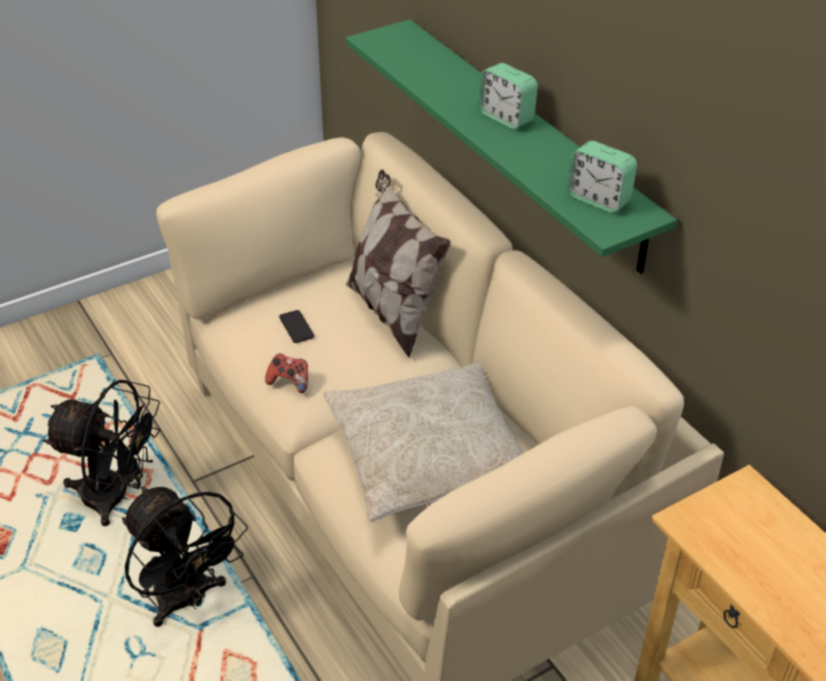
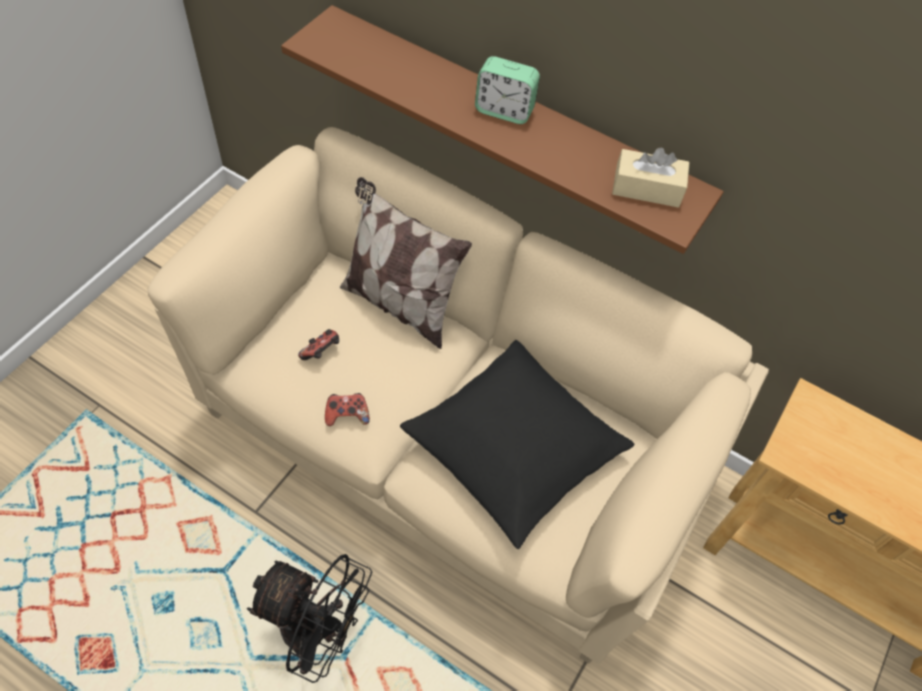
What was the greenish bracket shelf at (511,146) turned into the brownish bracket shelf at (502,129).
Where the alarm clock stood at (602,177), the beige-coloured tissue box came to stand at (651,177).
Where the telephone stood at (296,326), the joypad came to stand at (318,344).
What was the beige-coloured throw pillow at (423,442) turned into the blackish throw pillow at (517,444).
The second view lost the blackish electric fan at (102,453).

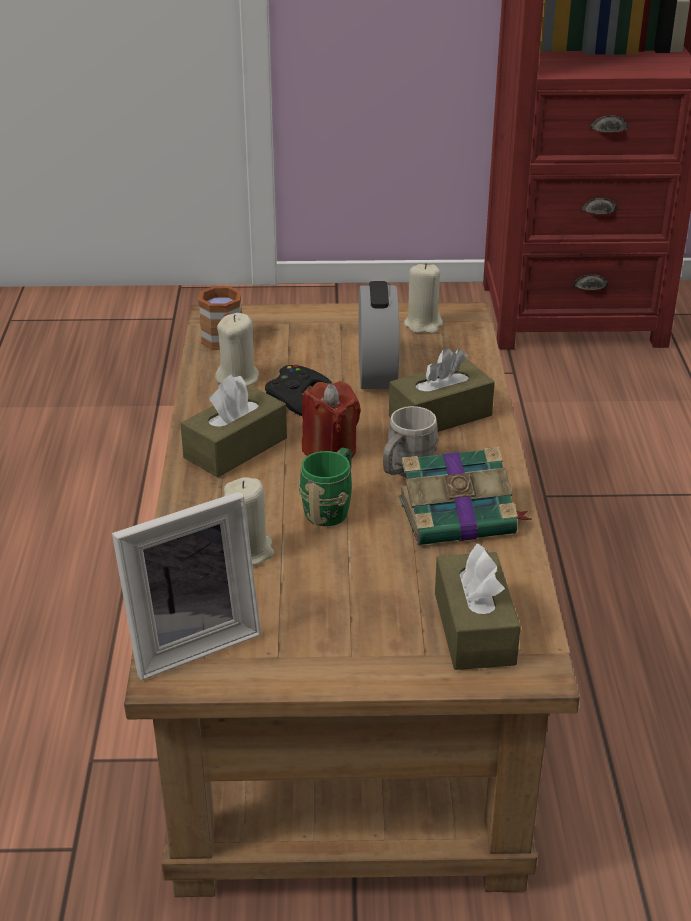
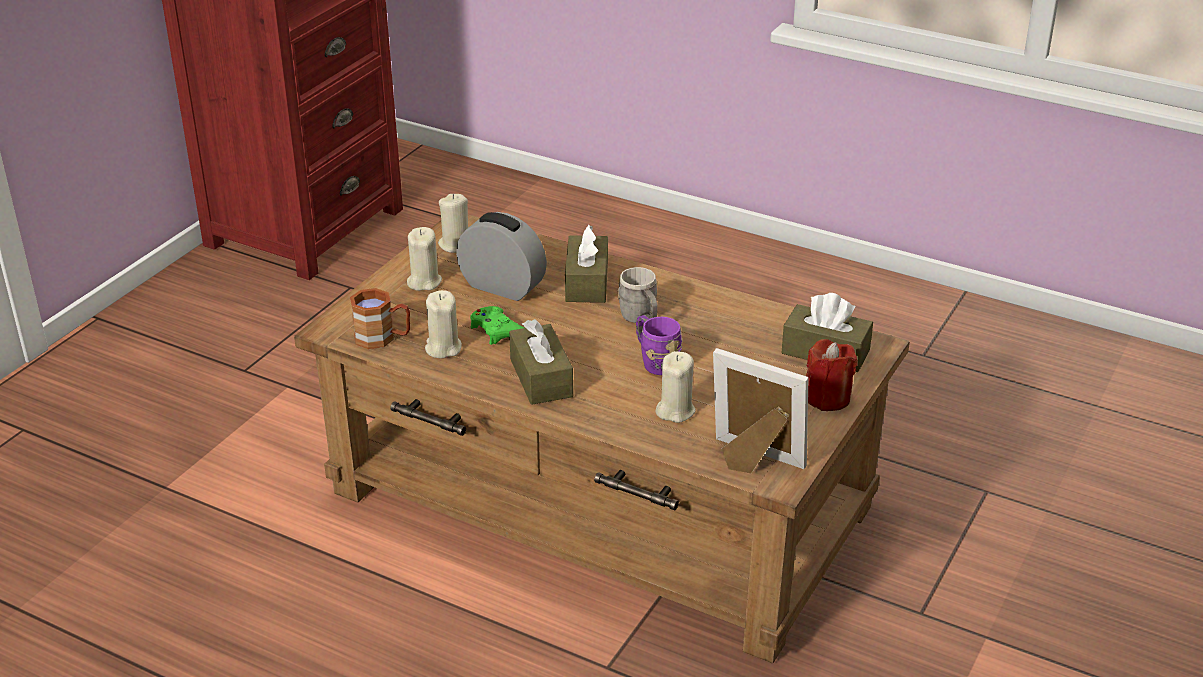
What was the blackish joypad at (298,390) turned into the greenish joypad at (497,325).
The reddish candle ended up elsewhere, having gone from (331,419) to (832,375).
The second view lost the bound book at (465,496).
What was the greenish tea mug at (325,487) turned into the purple tea mug at (659,345).
The picture frame at (186,585) ended up facing another way, 60 degrees counterclockwise from before.
The second view gained the beige-coloured candle at (424,259).

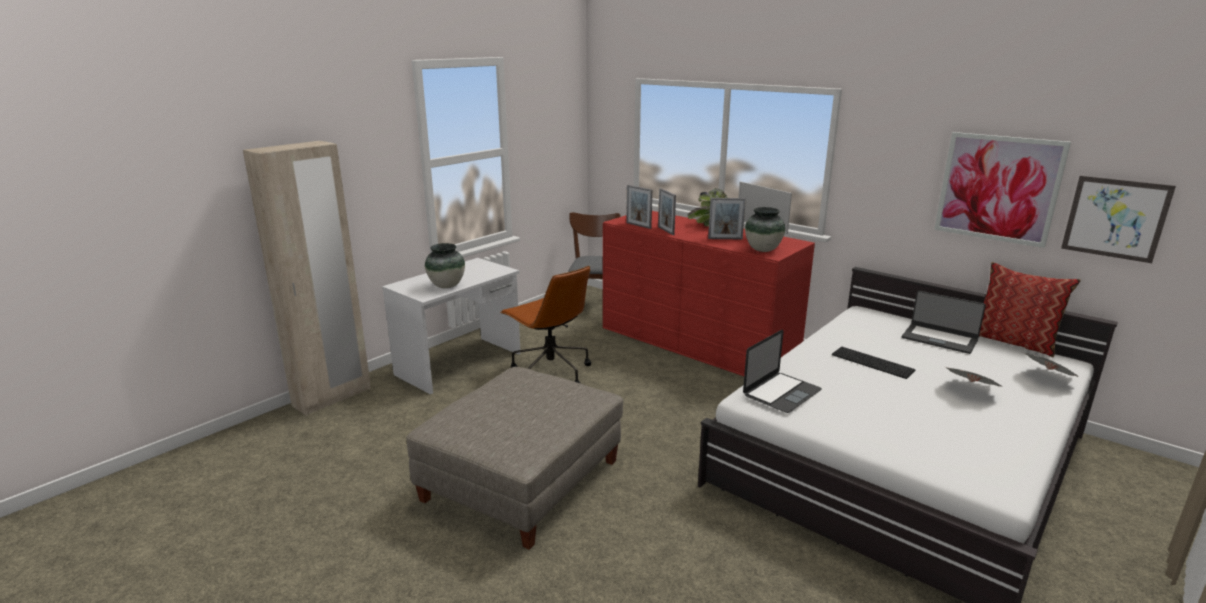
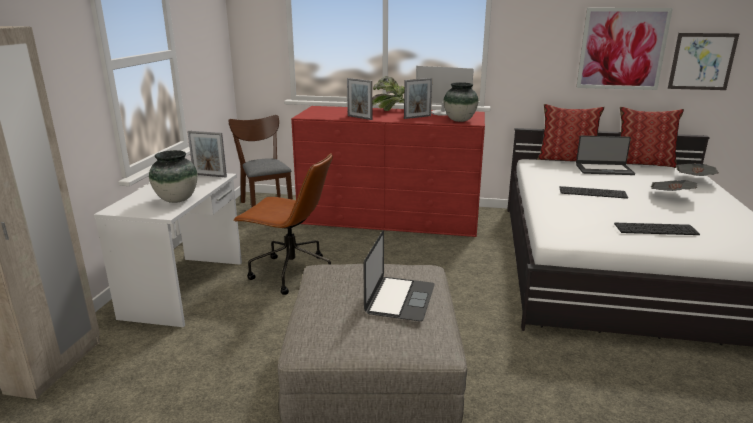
The picture frame ended up elsewhere, having gone from (639,207) to (207,154).
The laptop ended up elsewhere, having gone from (782,371) to (399,275).
The second view gained the throw pillow at (570,132).
The second view gained the PC keyboard at (657,229).

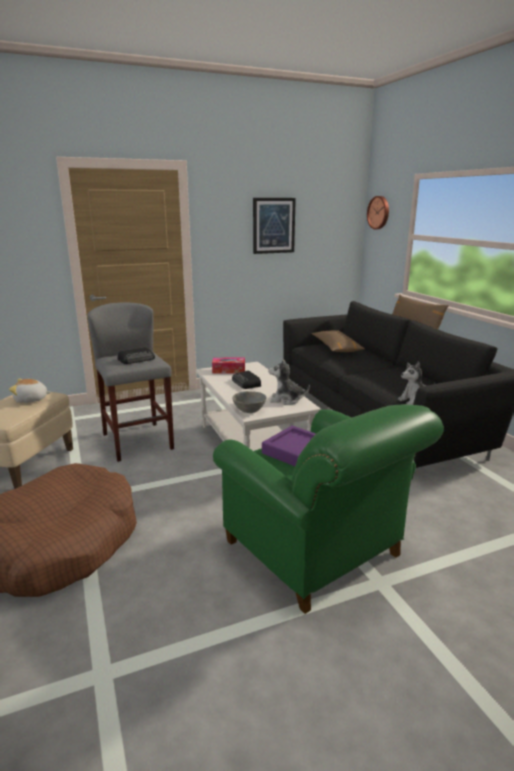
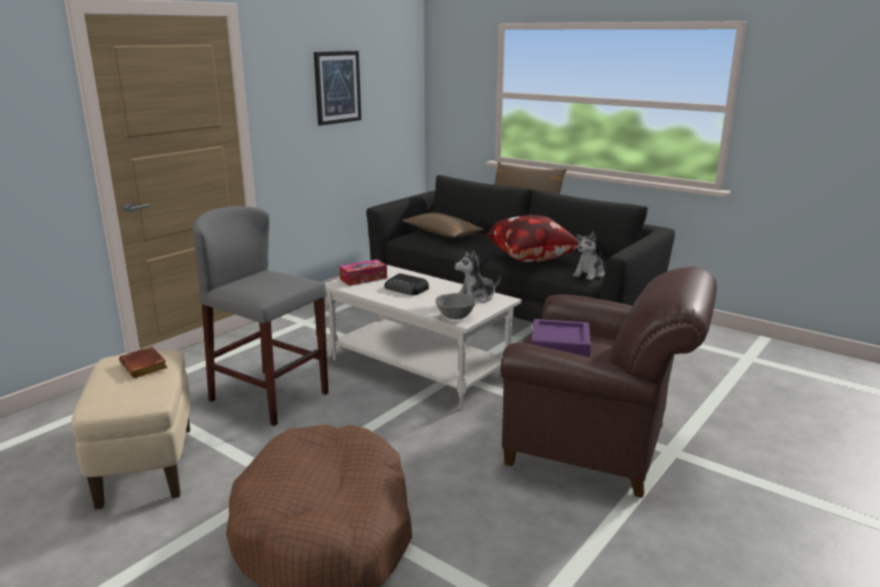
The second view lost the hanging clock at (378,212).
The second view lost the radio receiver at (136,355).
Where the cuddly toy stood at (30,391), the brownish bound book came to stand at (143,362).
What was the greenish lounge chair at (328,509) turned into the brownish lounge chair at (608,382).
The second view gained the throw pillow at (532,238).

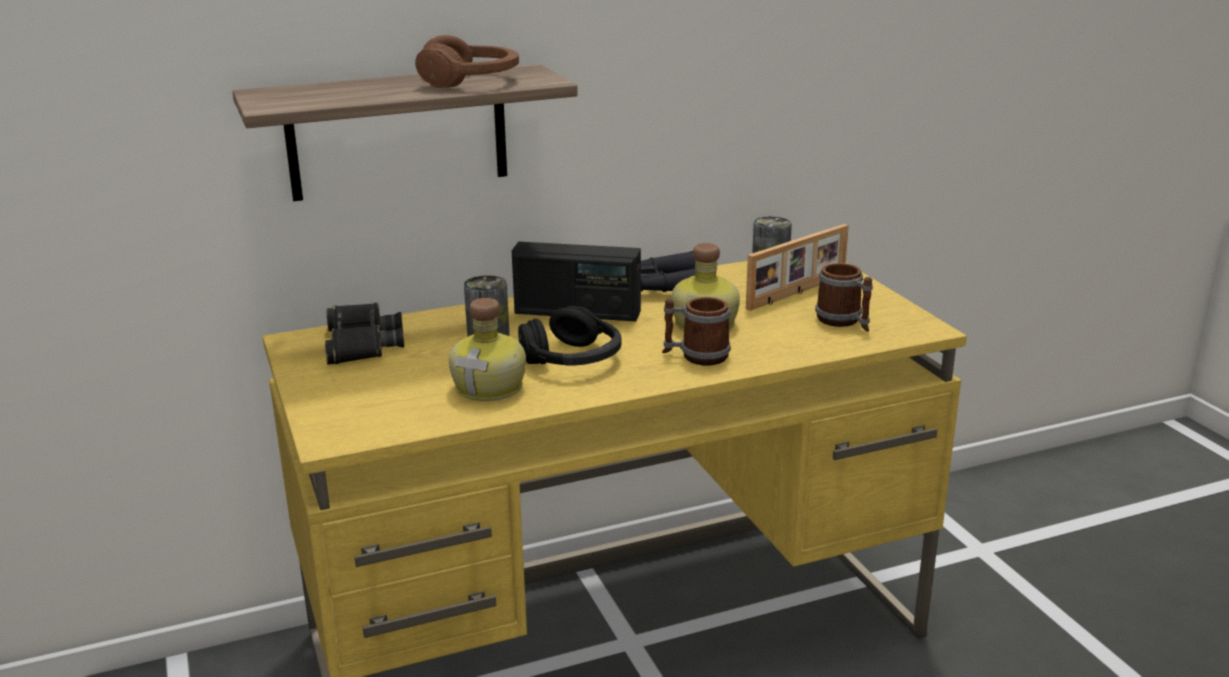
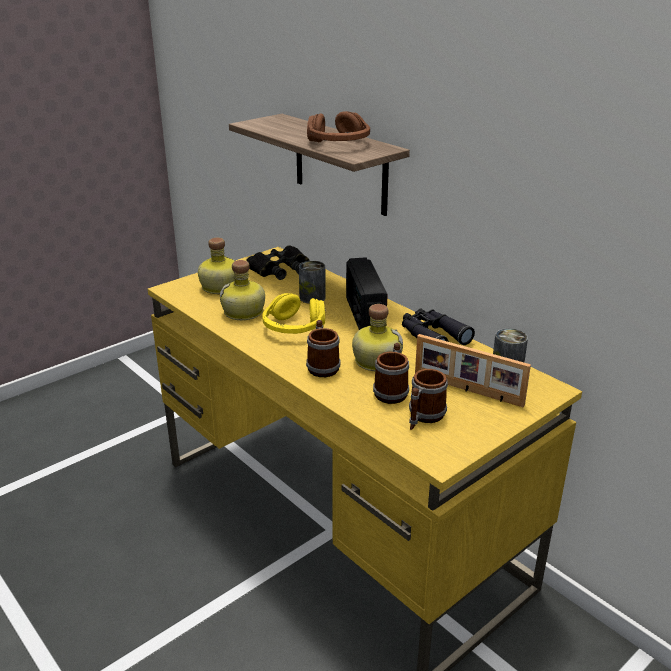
What was the blackish pair of headphones at (570,336) turned into the yellow pair of headphones at (293,313).
The second view gained the bottle at (216,266).
The second view gained the tea mug at (391,373).

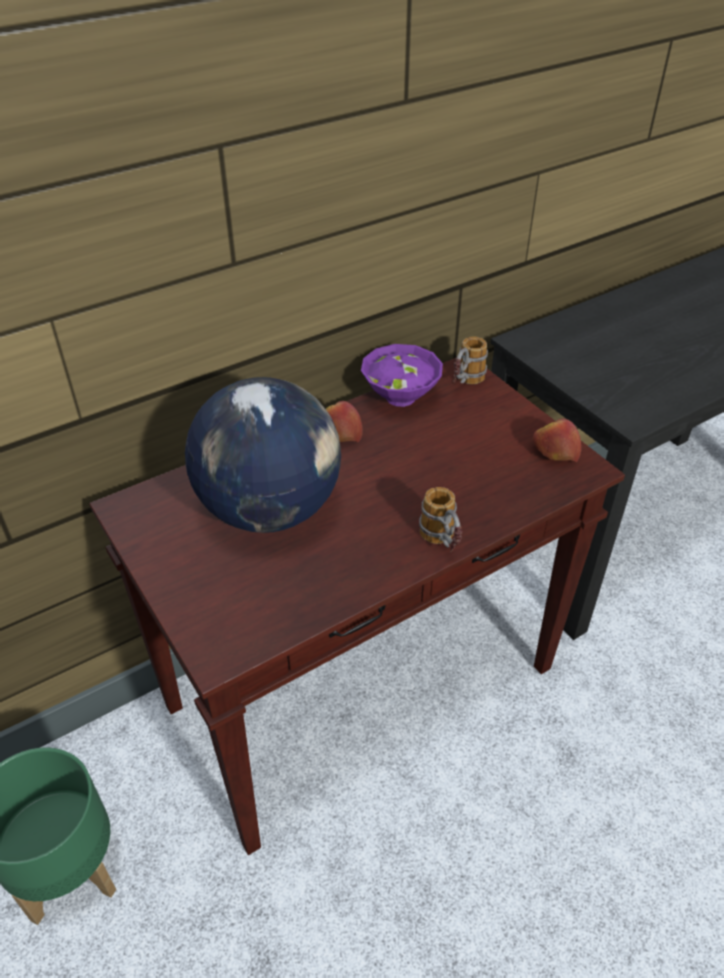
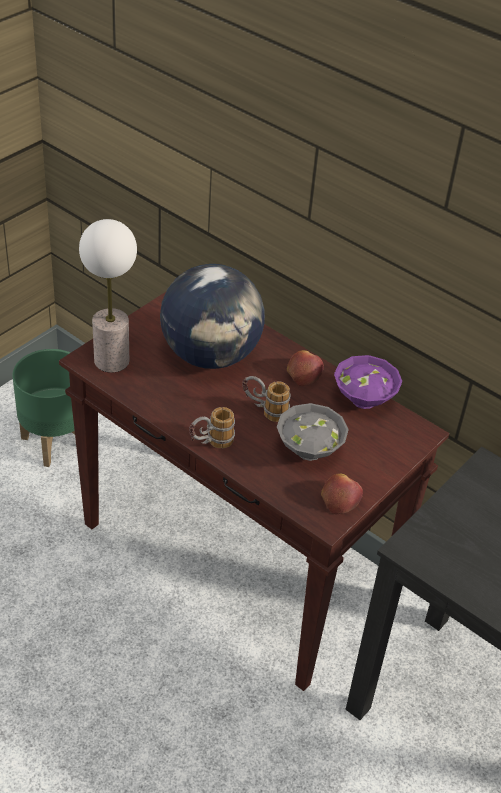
The tea mug ended up elsewhere, having gone from (470,360) to (266,399).
The second view gained the lamp for a table at (108,296).
The second view gained the gray deep dish at (313,432).

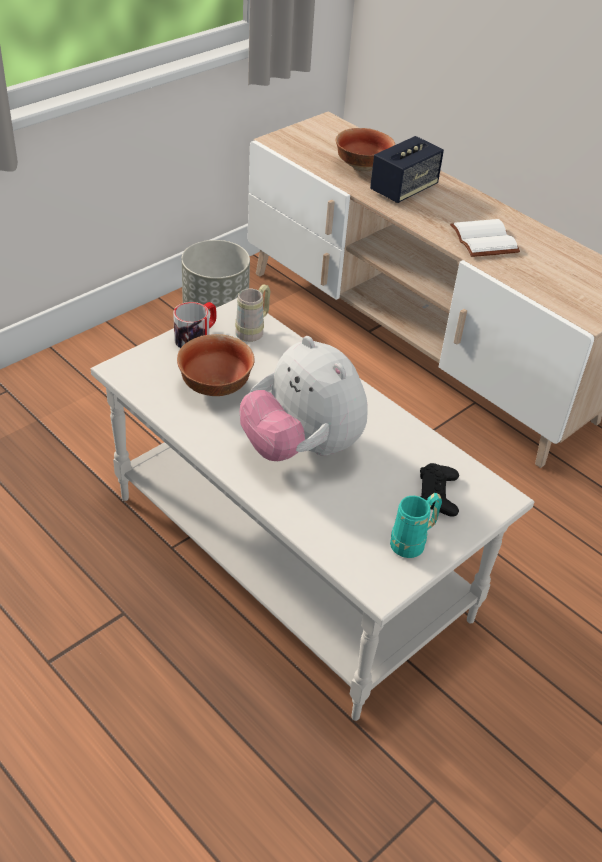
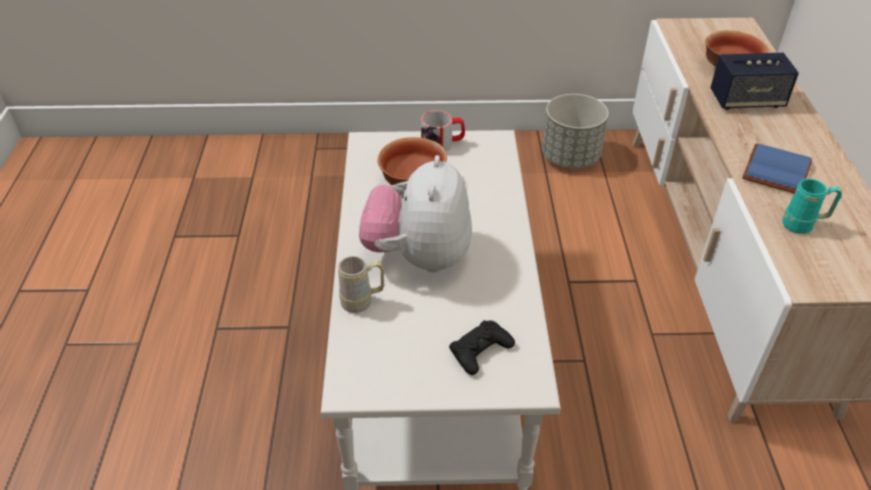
What was the whitish bound book at (485,238) turned into the blue-coloured bound book at (777,168).
The beige-coloured tea mug ended up elsewhere, having gone from (253,313) to (361,284).
The blue-green tea mug ended up elsewhere, having gone from (416,525) to (812,206).

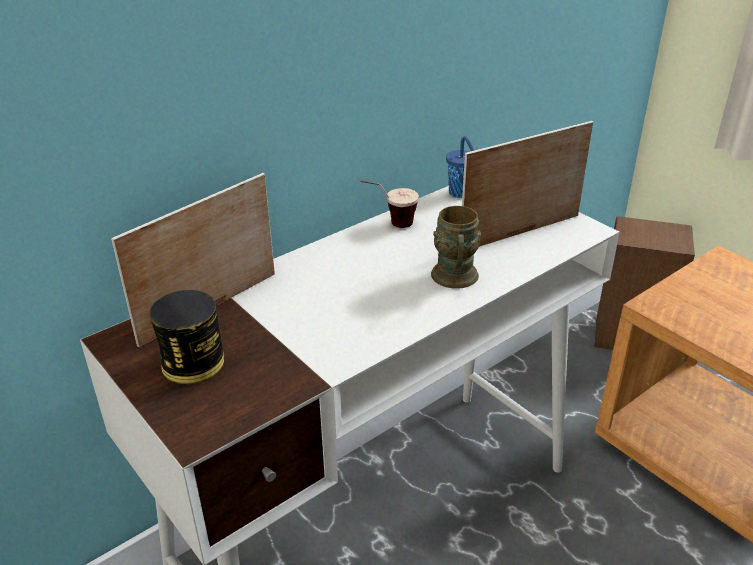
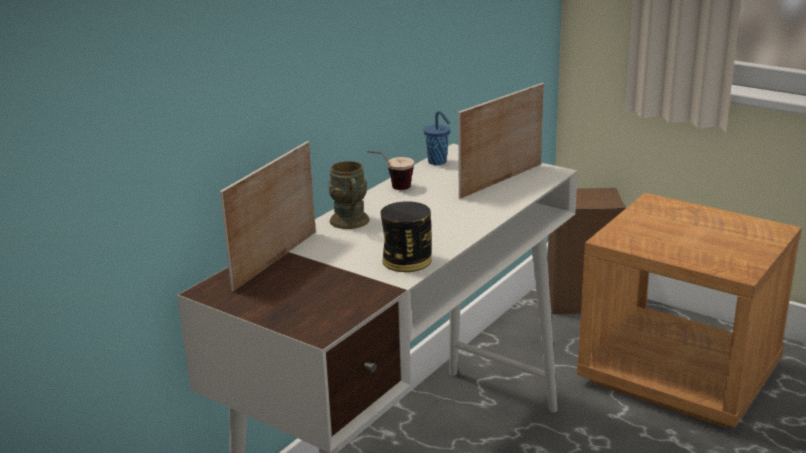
The brownish tea mug ended up elsewhere, having gone from (456,247) to (349,195).
The sealed can ended up elsewhere, having gone from (186,337) to (406,236).

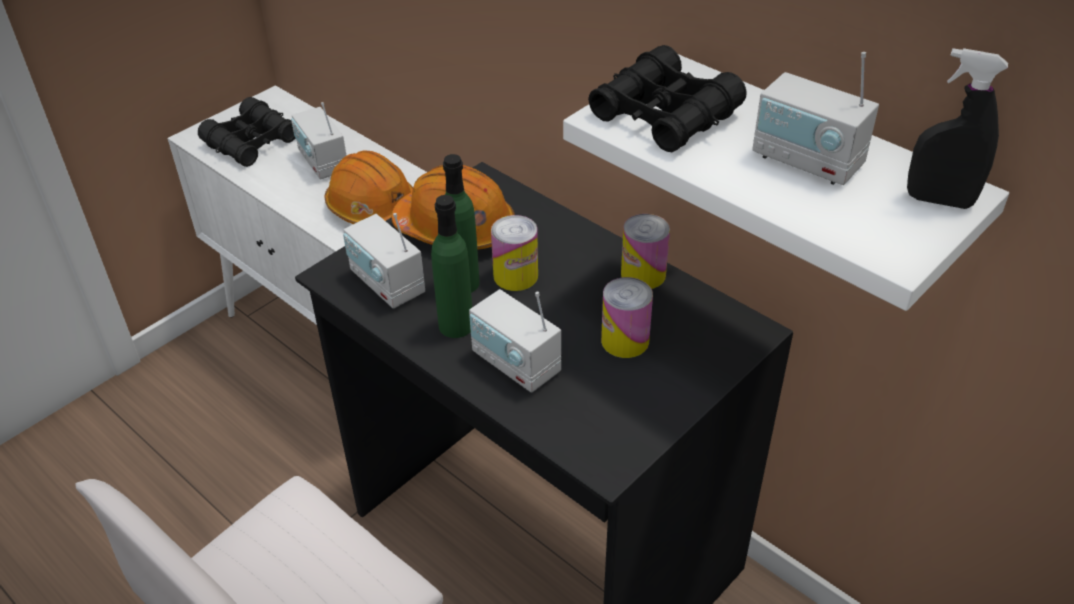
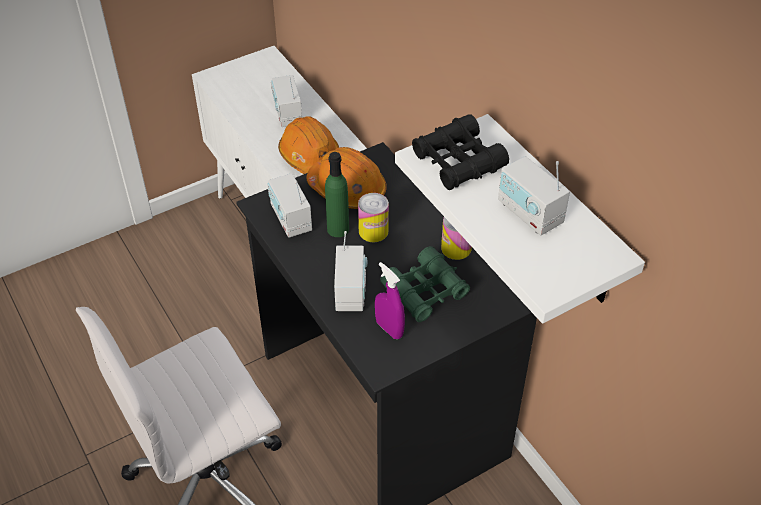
The second view lost the blackish sprayer at (957,128).
The second view lost the blackish field glasses at (246,132).
The second view lost the greenish bottle at (451,266).
Where the sealed can stood at (627,317), the greenish field glasses came to stand at (425,284).
The radio receiver at (515,341) ended up facing another way, 150 degrees counterclockwise from before.
The second view gained the purple sprayer at (390,300).

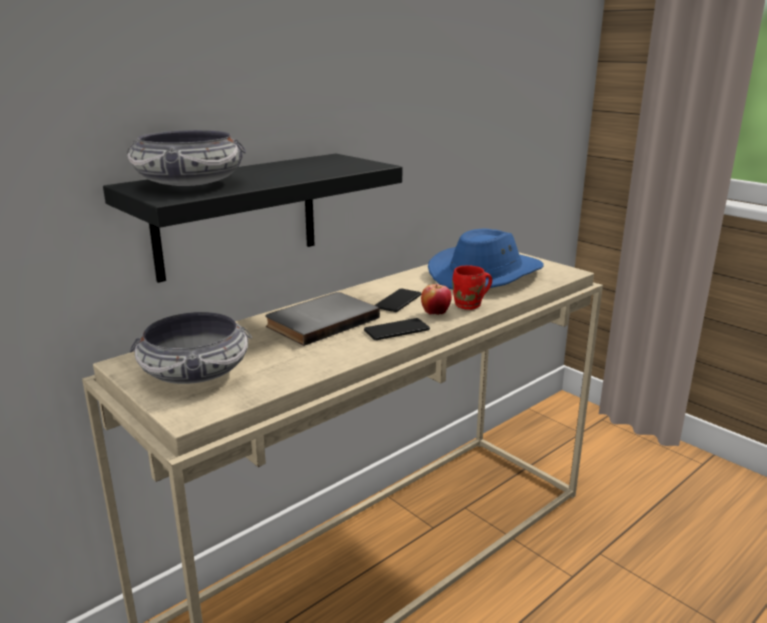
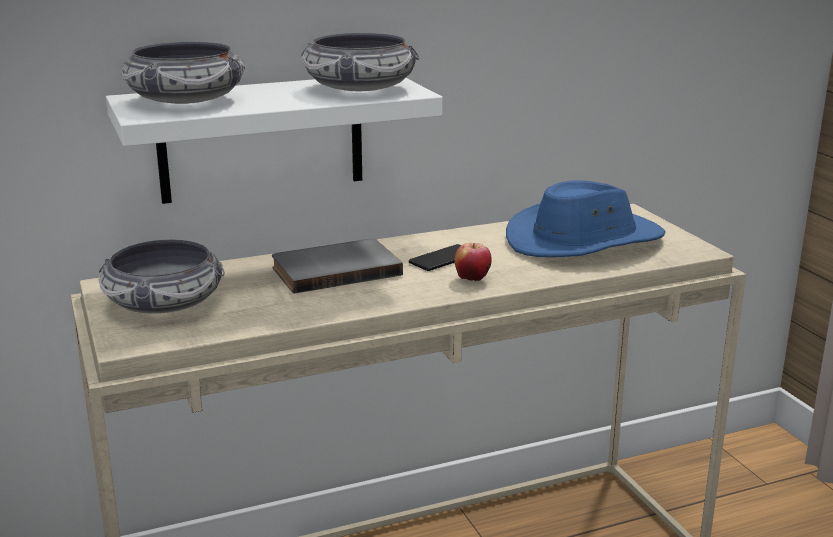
What was the blackish bracket shelf at (252,218) turned into the whitish bracket shelf at (274,141).
The second view lost the reddish tea mug at (472,288).
The second view lost the telephone at (397,329).
The second view gained the deep dish at (360,62).

